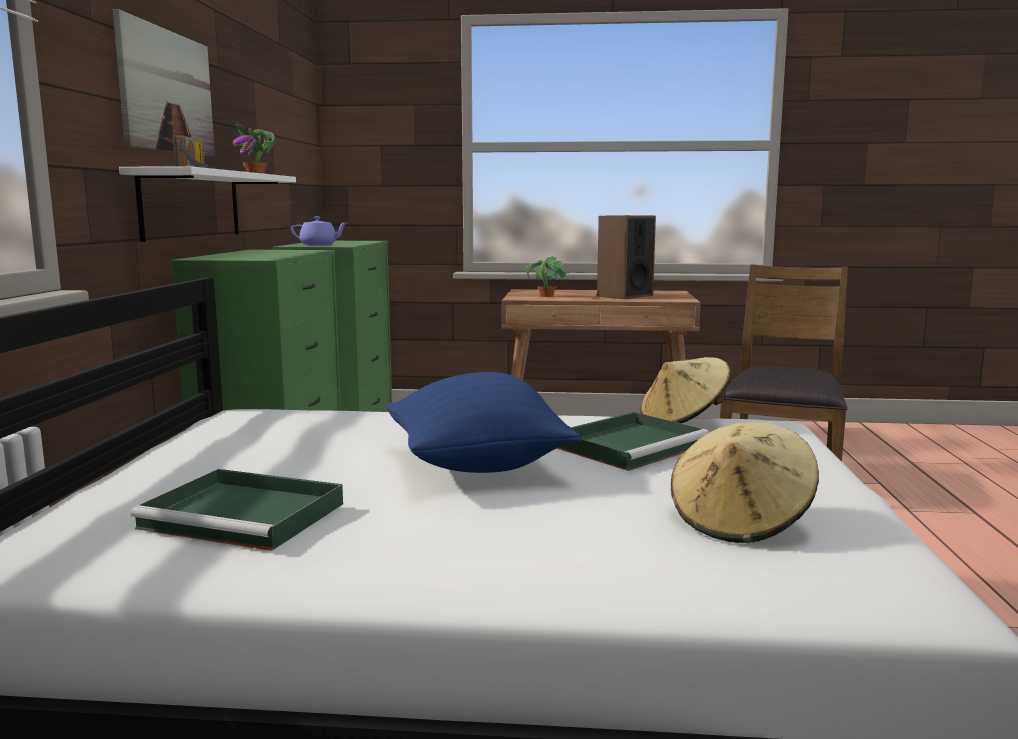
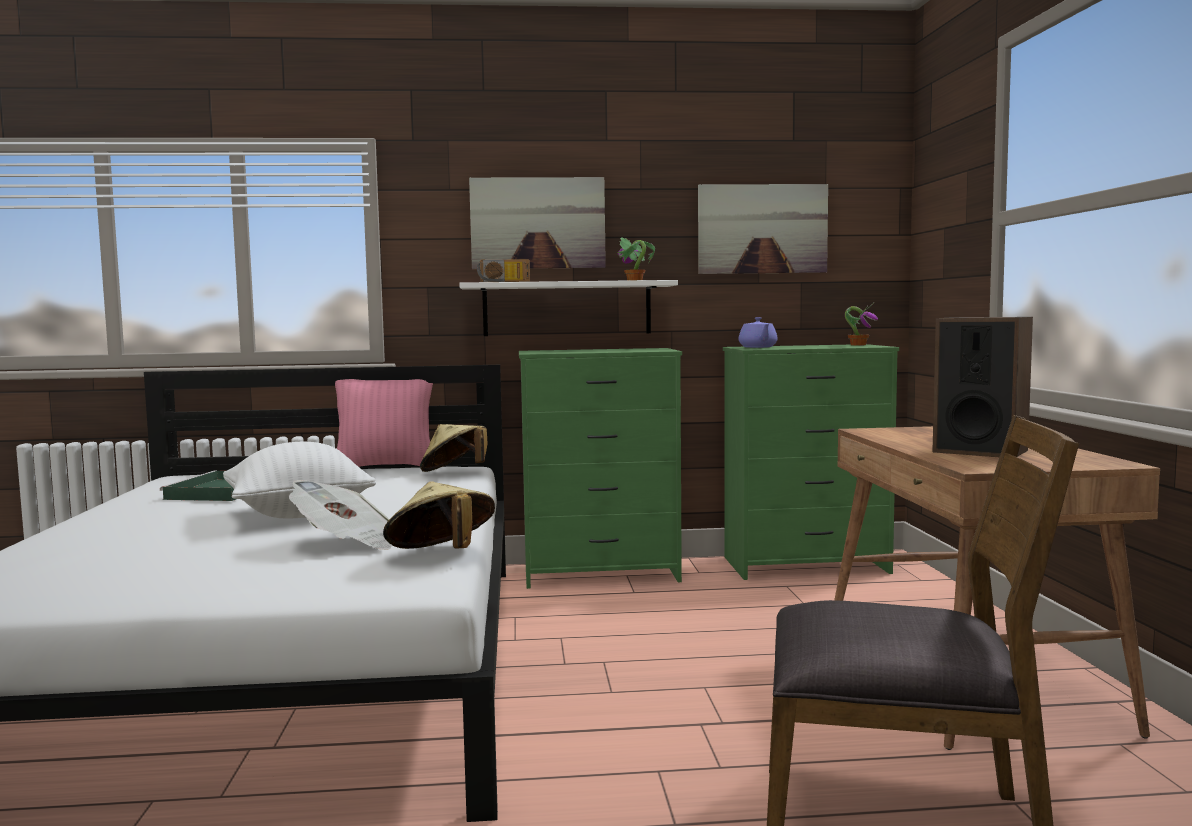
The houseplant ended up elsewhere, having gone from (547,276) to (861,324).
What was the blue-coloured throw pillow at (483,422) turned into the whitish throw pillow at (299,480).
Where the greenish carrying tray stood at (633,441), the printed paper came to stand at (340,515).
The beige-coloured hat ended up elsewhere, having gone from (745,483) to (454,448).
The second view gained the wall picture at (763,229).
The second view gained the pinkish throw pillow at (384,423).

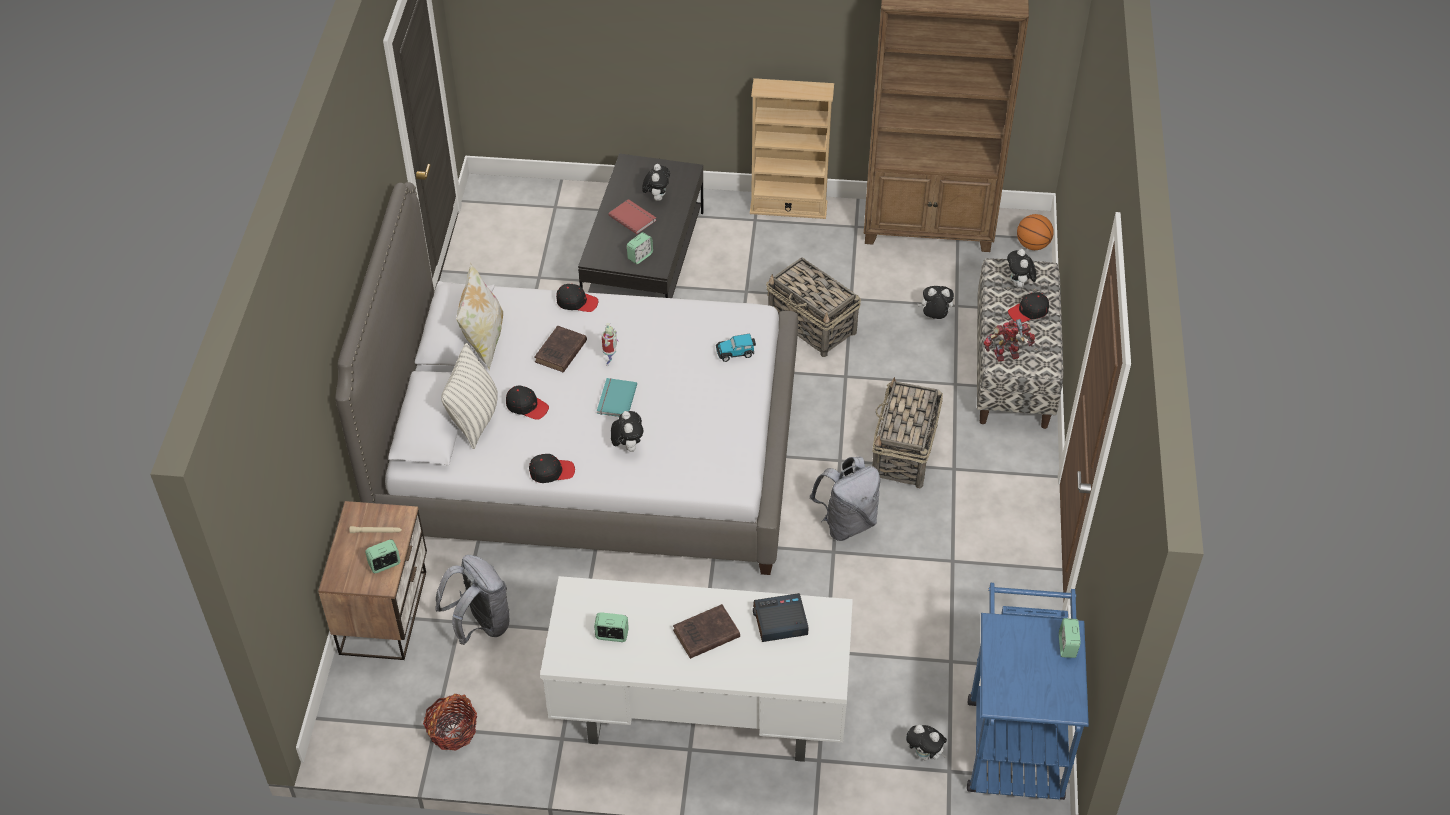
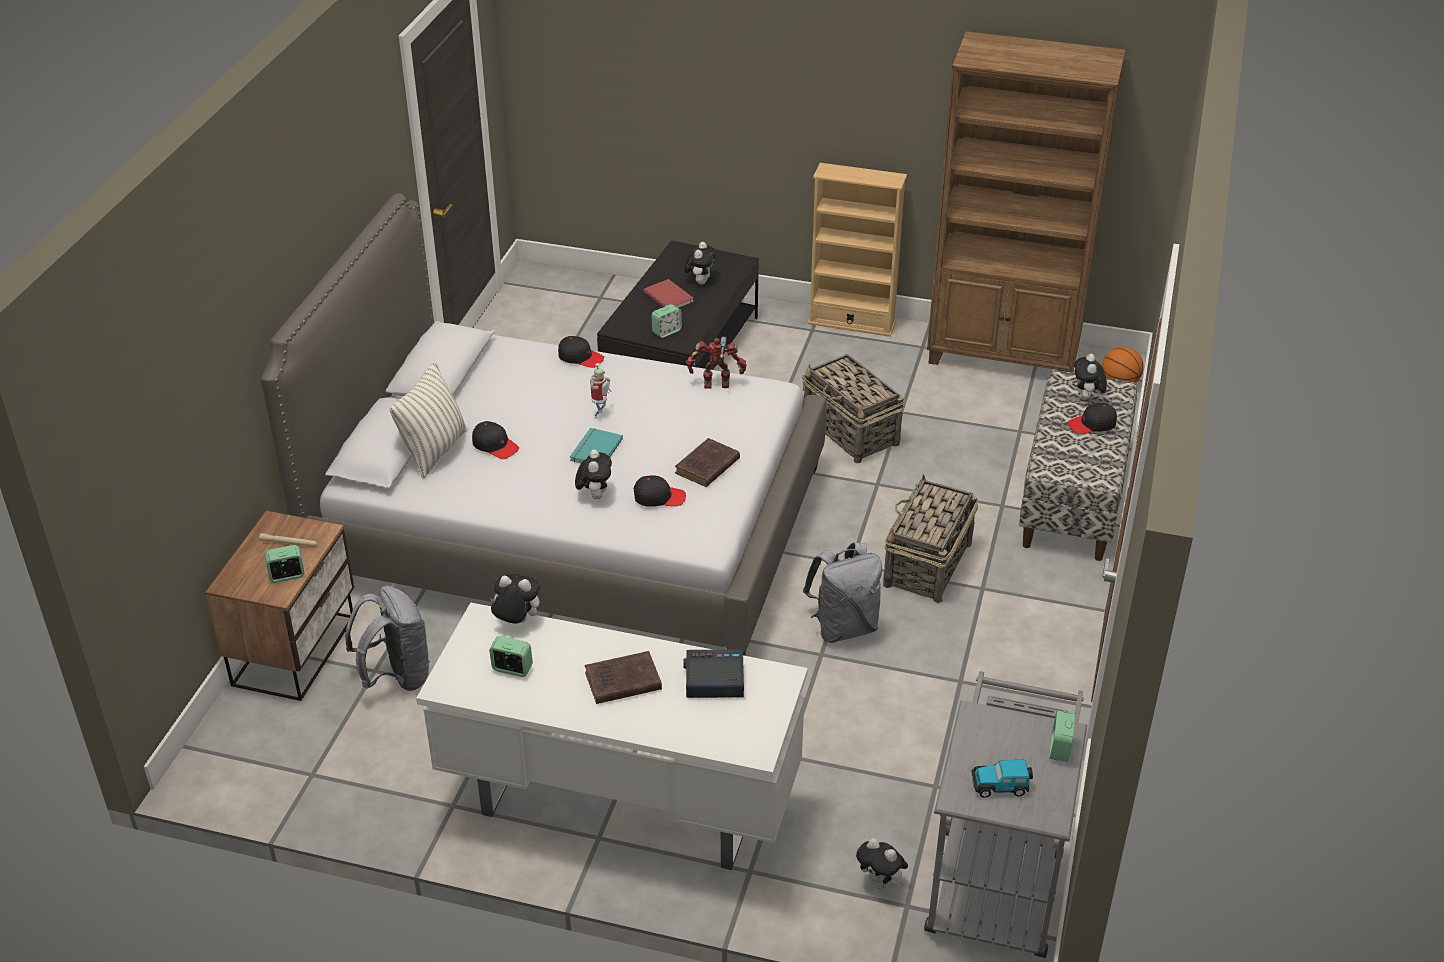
The second view lost the throw pillow at (479,316).
The cuddly toy ended up elsewhere, having gone from (936,302) to (515,599).
The model robot ended up elsewhere, having gone from (1009,340) to (716,363).
The brownish bound book ended up elsewhere, having gone from (560,349) to (707,462).
The miniature car ended up elsewhere, having gone from (736,348) to (1002,779).
The blackish peaked cap ended up elsewhere, having gone from (552,468) to (660,491).
What was the blue-coloured wheeled cart at (1028,691) turned into the gray wheeled cart at (1005,814).
The second view lost the household basket at (450,722).

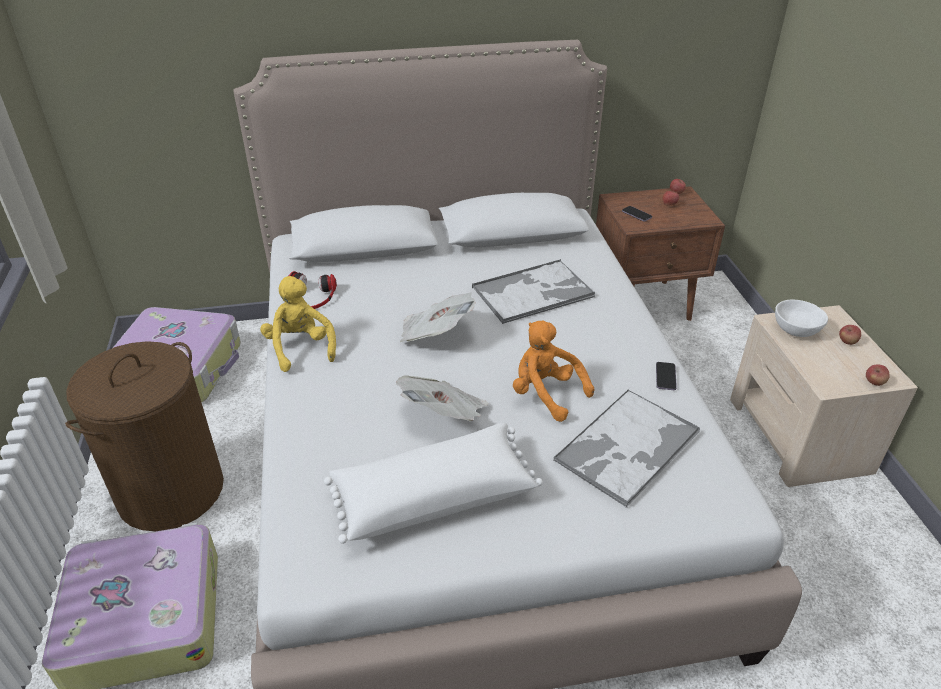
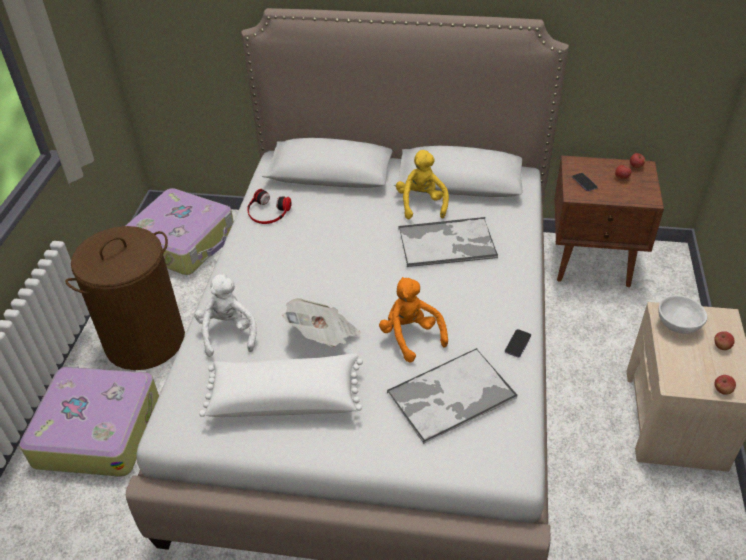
The yellow cuddly toy ended up elsewhere, having gone from (298,324) to (422,184).
The second view lost the printed paper at (437,317).
The second view gained the whitish cuddly toy at (225,315).

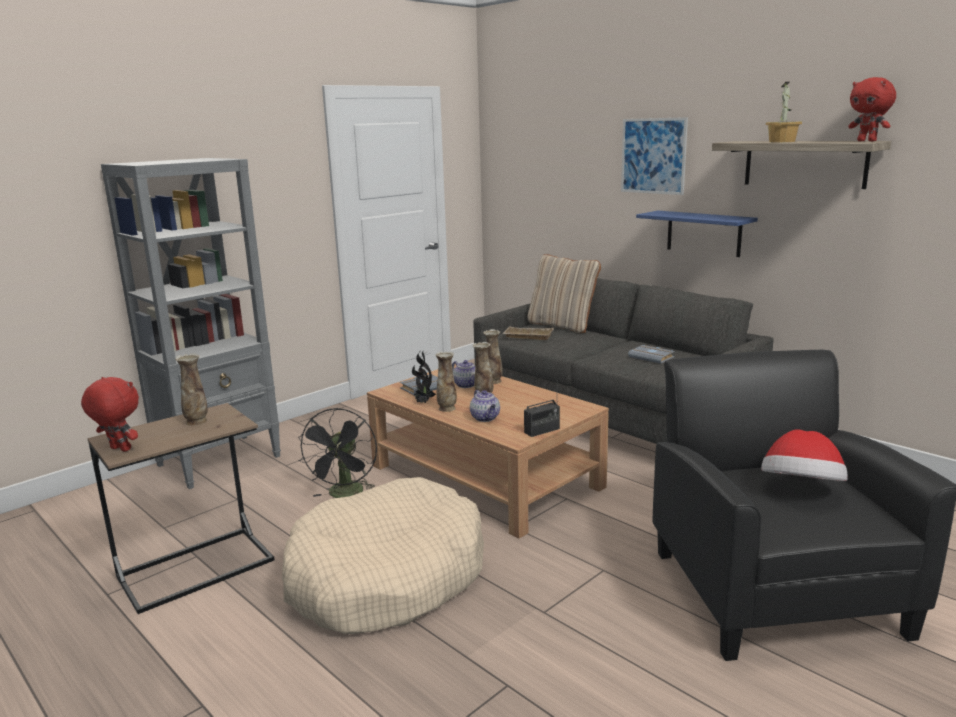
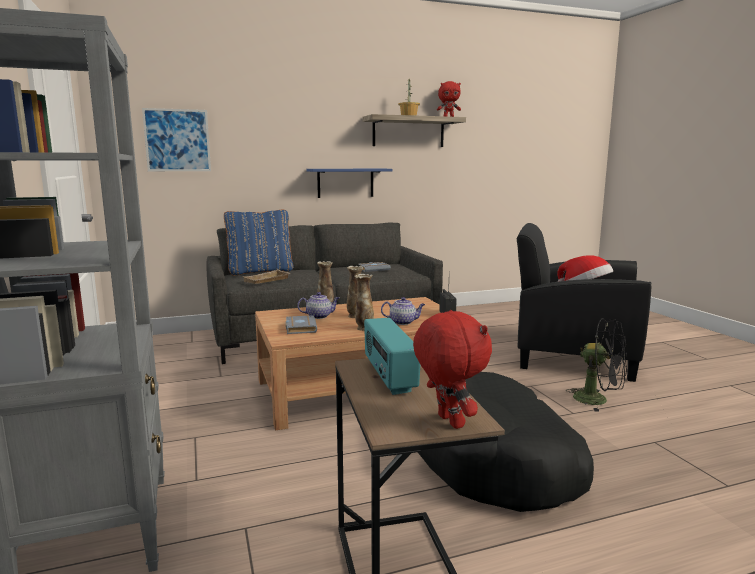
The wall picture ended up elsewhere, having gone from (654,156) to (176,139).
What was the beige-coloured throw pillow at (564,293) turned into the blue-coloured throw pillow at (259,243).
The second view lost the houseplant at (424,377).
Where the flower vase stood at (192,389), the radio receiver came to stand at (392,356).
The reddish cuddly toy at (110,414) ended up facing another way, 105 degrees clockwise from before.
The blackish electric fan ended up elsewhere, having gone from (337,453) to (597,365).
What was the beige-coloured dog cushion at (383,555) turned into the blackish dog cushion at (505,442).

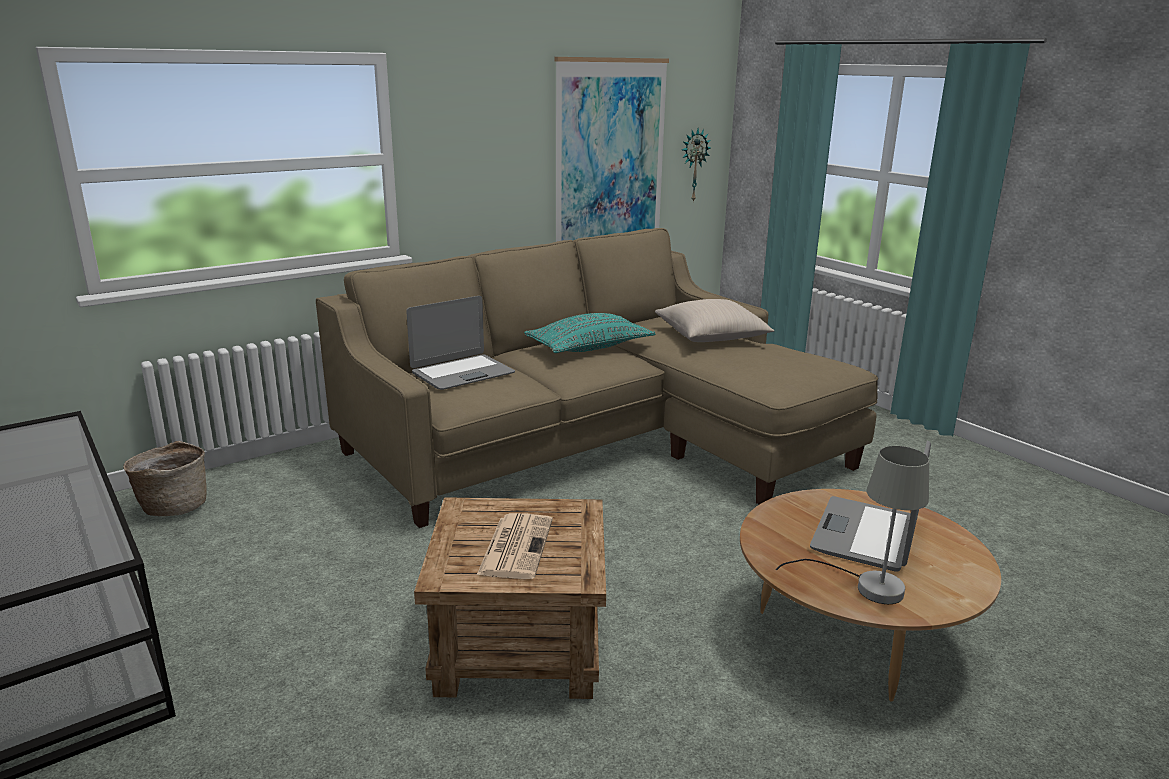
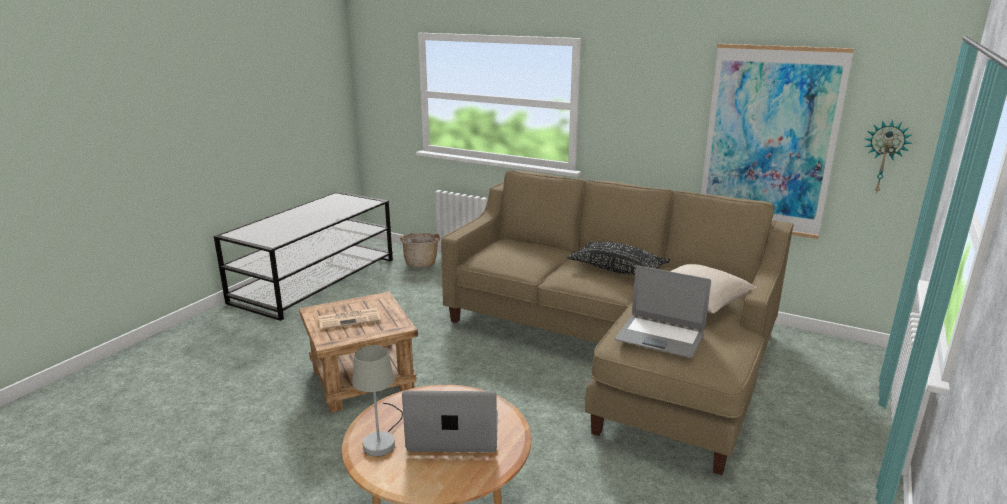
The laptop ended up elsewhere, having gone from (460,343) to (663,312).
What was the blue-green throw pillow at (589,333) turned into the blackish throw pillow at (618,258).

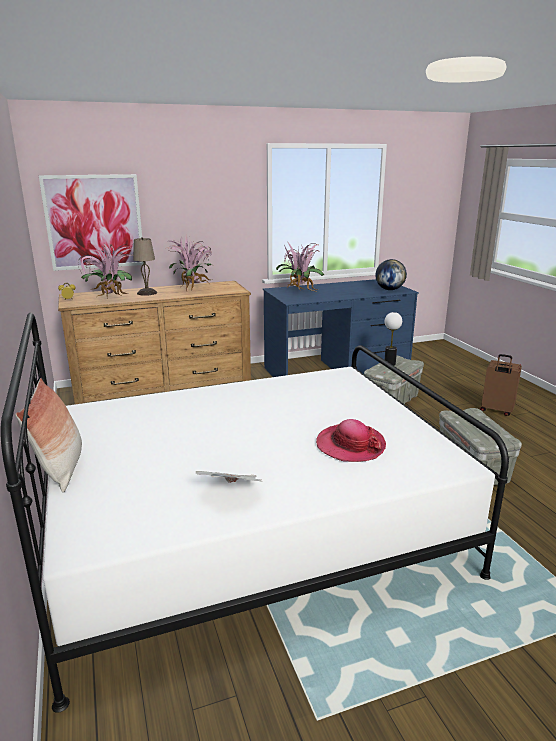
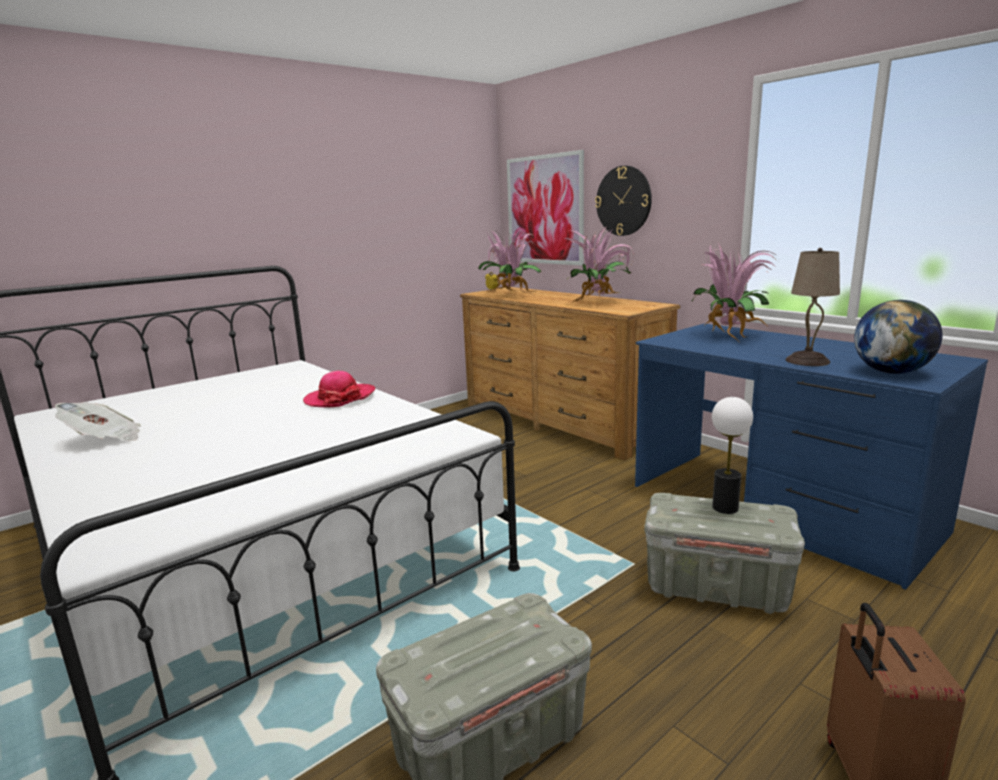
The beige-coloured lamp for a table ended up elsewhere, having gone from (145,266) to (813,307).
The second view lost the throw pillow at (48,435).
The hat ended up elsewhere, having gone from (351,440) to (339,389).
The second view gained the hanging clock at (623,201).

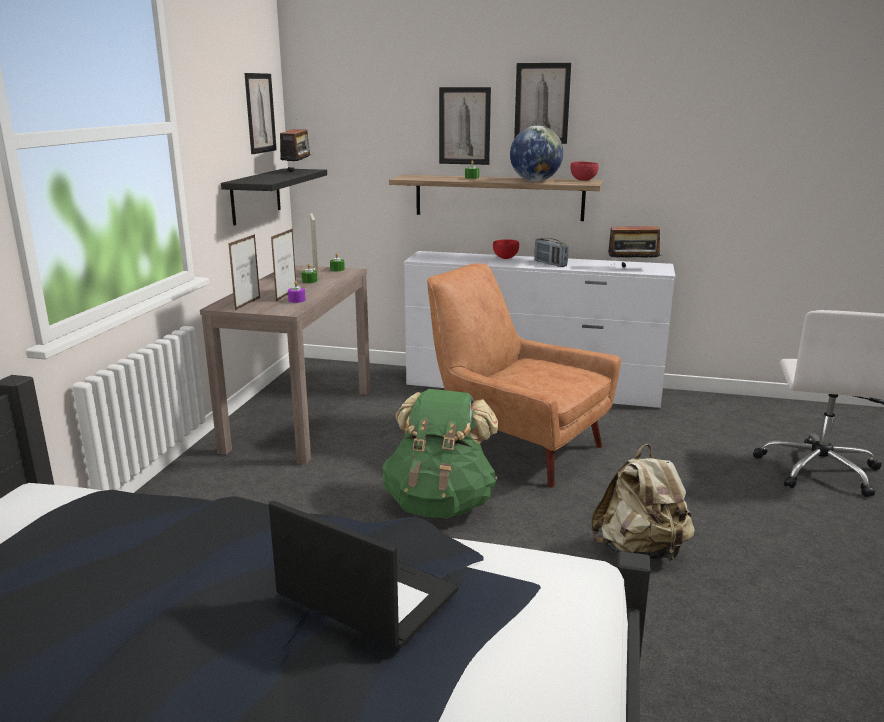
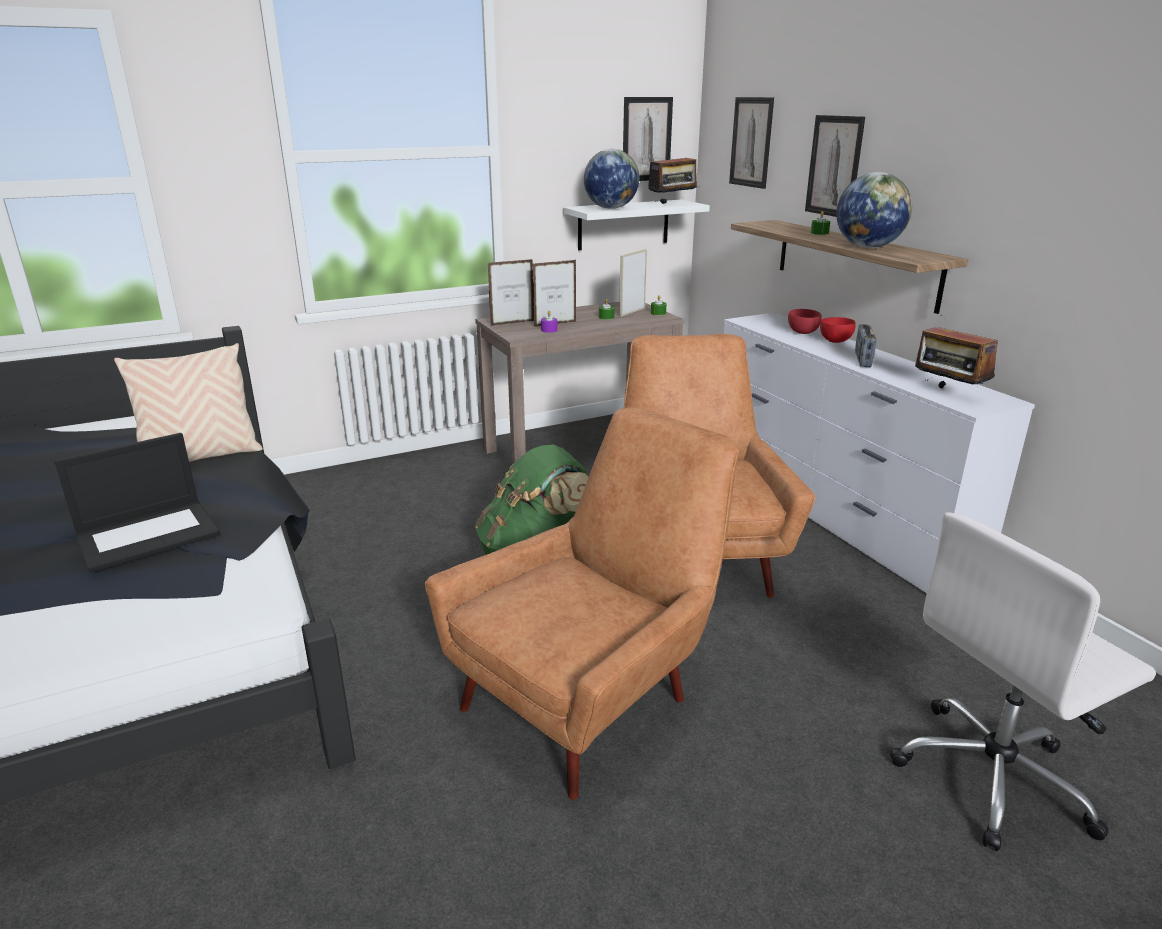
The wall picture ended up elsewhere, having gone from (542,103) to (751,143).
The reddish deep dish ended up elsewhere, having gone from (584,171) to (805,321).
What was the blackish bracket shelf at (274,197) turned into the whitish bracket shelf at (636,225).
Where the beige-coloured rucksack stood at (643,502), the brownish lounge chair came to stand at (582,603).
The laptop at (364,574) ended up facing another way, 60 degrees clockwise from before.
The second view gained the globe at (611,179).
The second view gained the beige-coloured throw pillow at (188,402).

